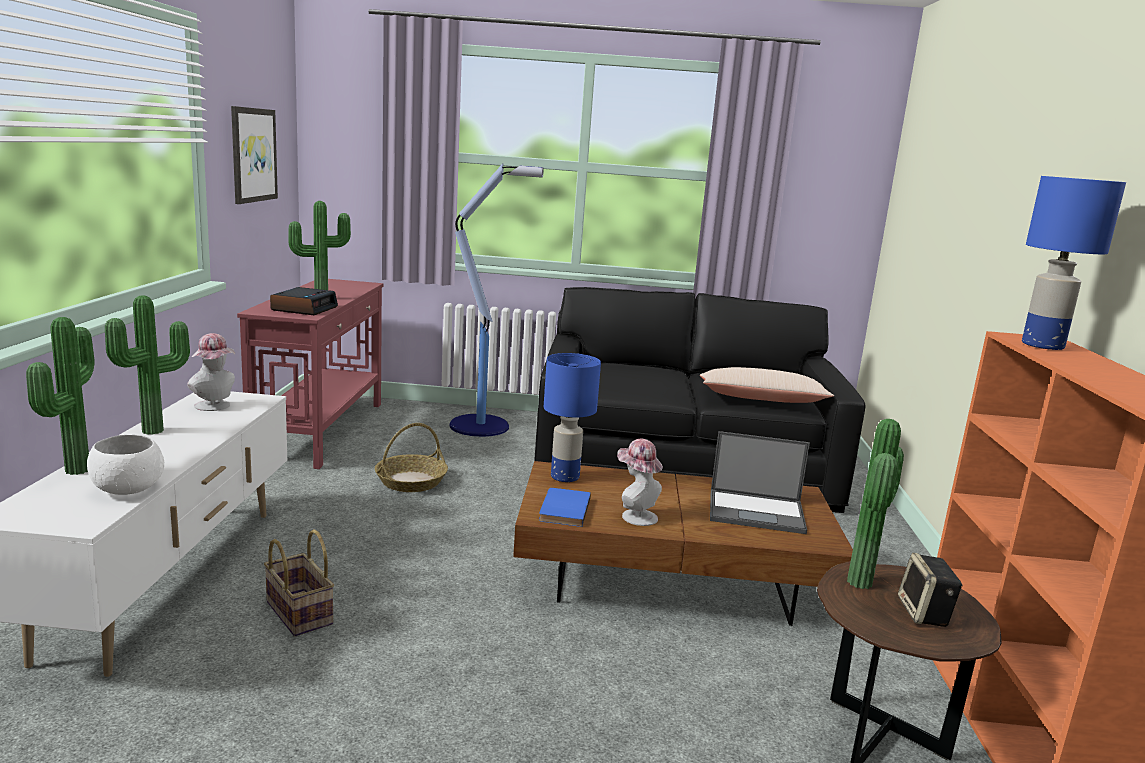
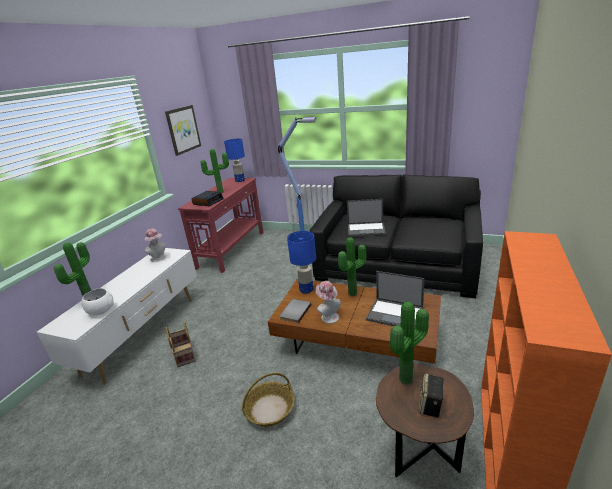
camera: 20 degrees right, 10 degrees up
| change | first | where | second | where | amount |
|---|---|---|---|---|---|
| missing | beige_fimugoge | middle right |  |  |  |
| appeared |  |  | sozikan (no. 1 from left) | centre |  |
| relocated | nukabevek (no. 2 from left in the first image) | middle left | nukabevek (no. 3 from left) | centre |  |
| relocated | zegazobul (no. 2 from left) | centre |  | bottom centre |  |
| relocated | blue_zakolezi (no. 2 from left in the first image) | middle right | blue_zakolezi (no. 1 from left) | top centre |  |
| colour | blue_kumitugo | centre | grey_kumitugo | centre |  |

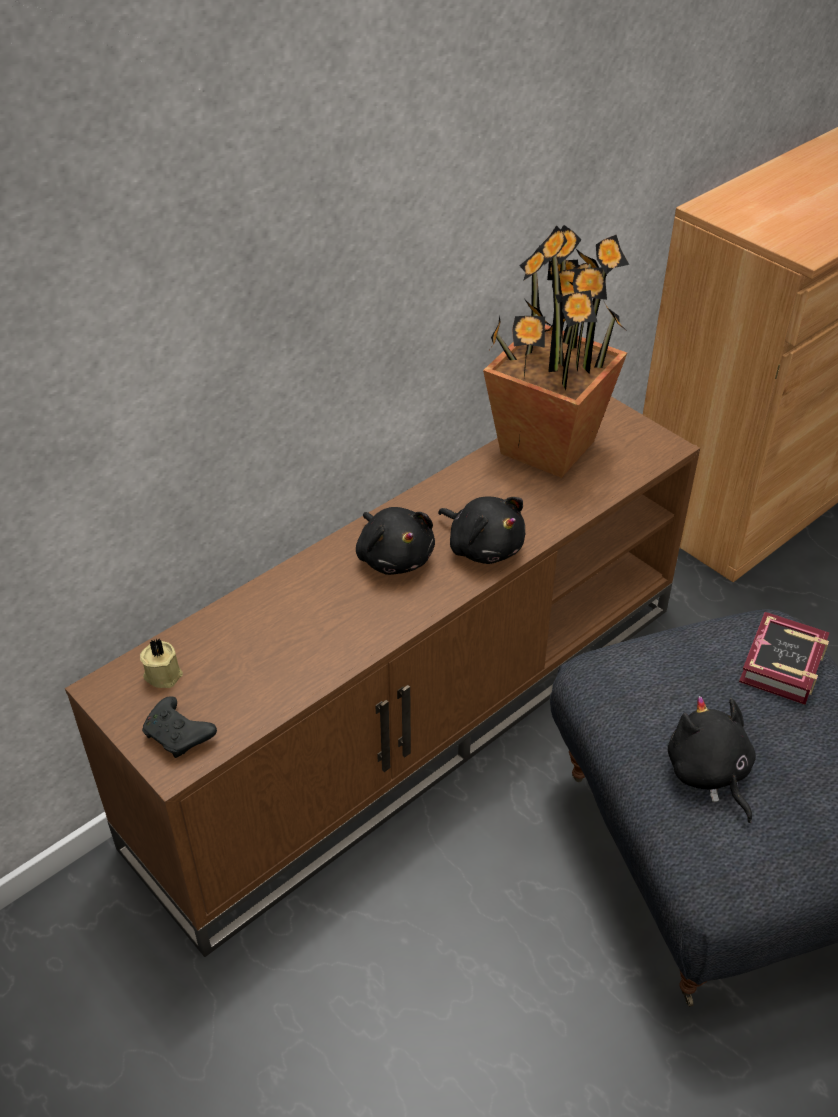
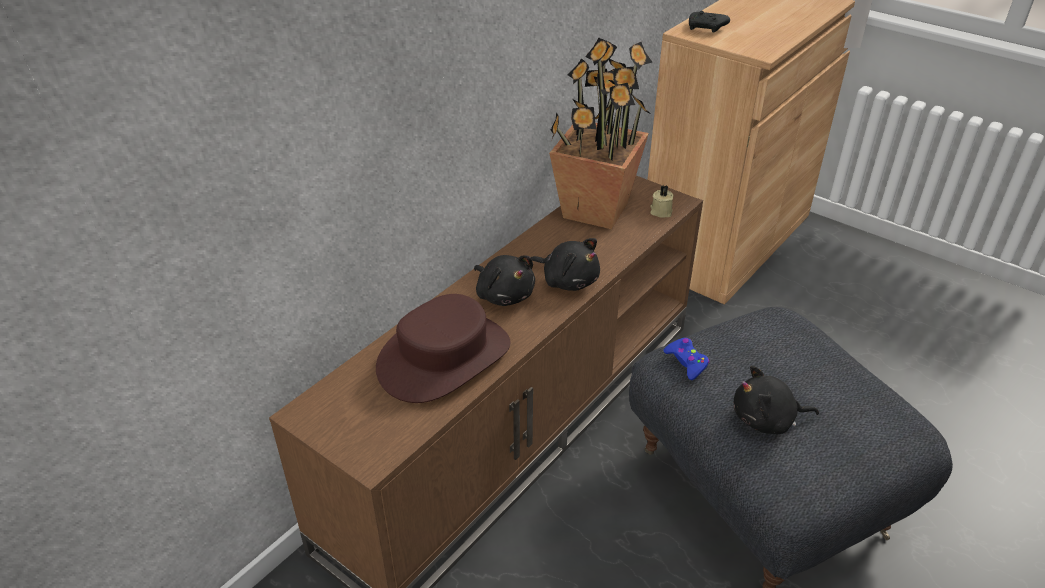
camera: 10 degrees left, 5 degrees down
| change | first | where | second | where | amount |
|---|---|---|---|---|---|
| missing | kumitugo | middle right |  |  |  |
| appeared |  |  | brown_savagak | centre |  |
| appeared |  |  | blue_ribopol | centre |  |
| relocated | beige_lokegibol | middle left |  | centre |  |
| relocated | black_ribopol | middle left |  | top right |  |
| spun | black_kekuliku (no. 3 from left) | bottom right |  | bottom right | 60 degrees counterclockwise |

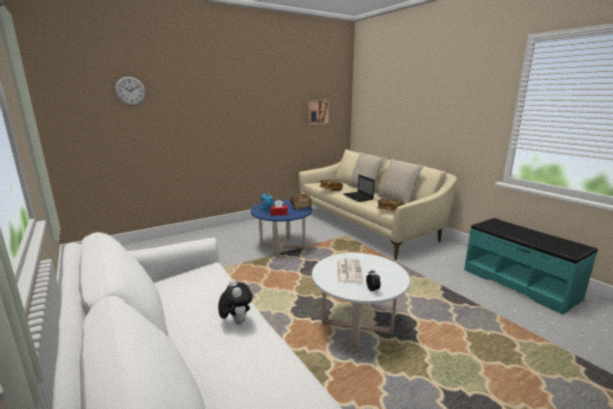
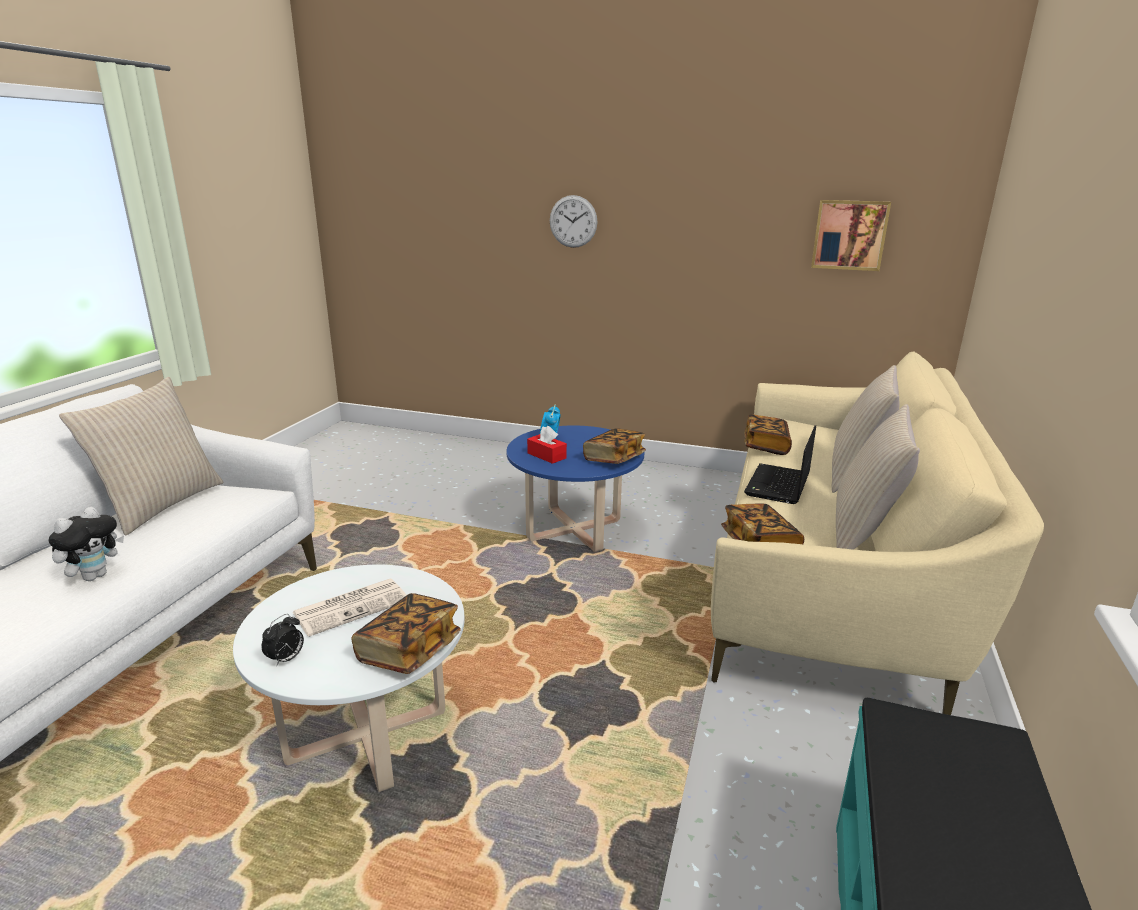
camera: 50 degrees right, 5 degrees up
| change | first | where | second | where | amount |
|---|---|---|---|---|---|
| appeared |  |  | beige_fimugoge (no. 1 from left) | middle left |  |
| appeared |  |  | kumitugo (no. 1 from left) | bottom centre |  |
| relocated | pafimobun | top left |  | top centre |  |

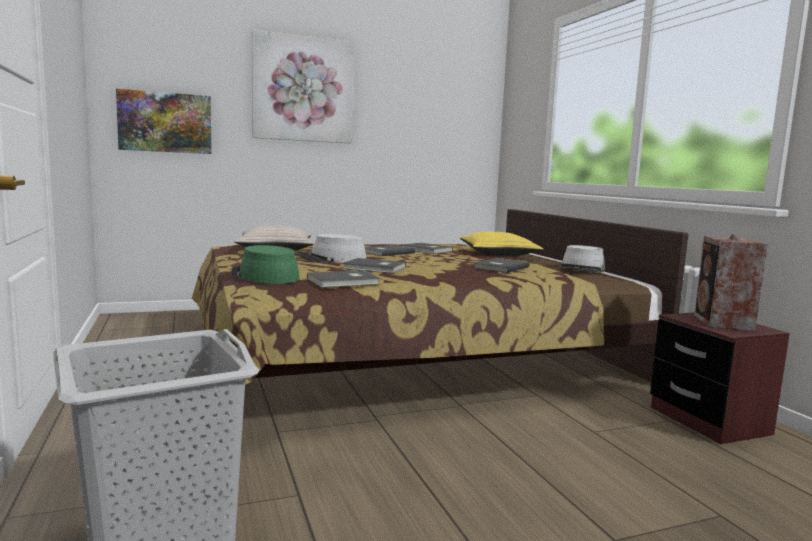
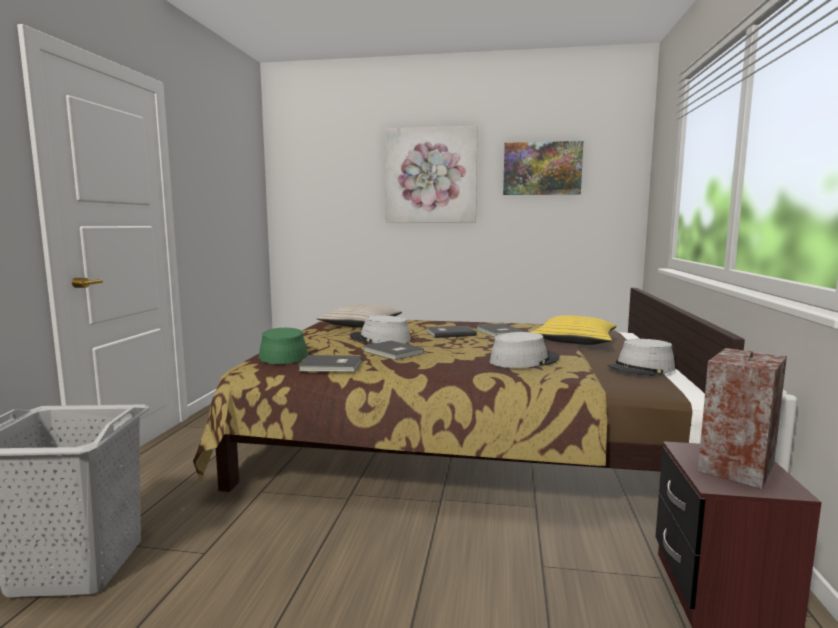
camera: 30 degrees right, 0 degrees up
| change | first | where | second | where | amount |
|---|---|---|---|---|---|
| relocated | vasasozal (no. 1 from left in the first image) | top left | vasasozal (no. 2 from left) | top centre |  |
| exchanged | grey_kumitugo (no. 5 from left) | centre | grey_savagak (no. 2 from left) | centre |  |

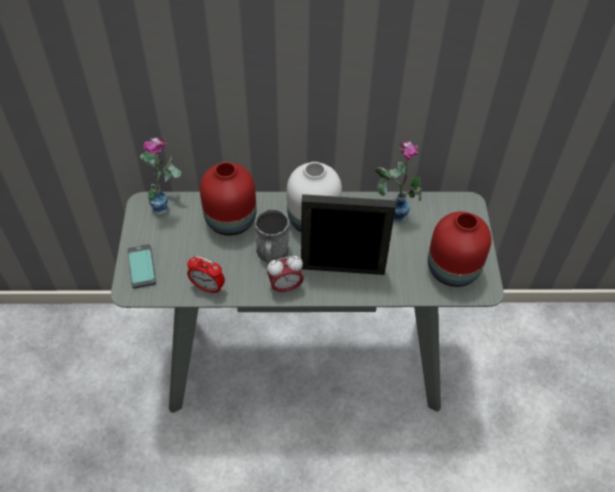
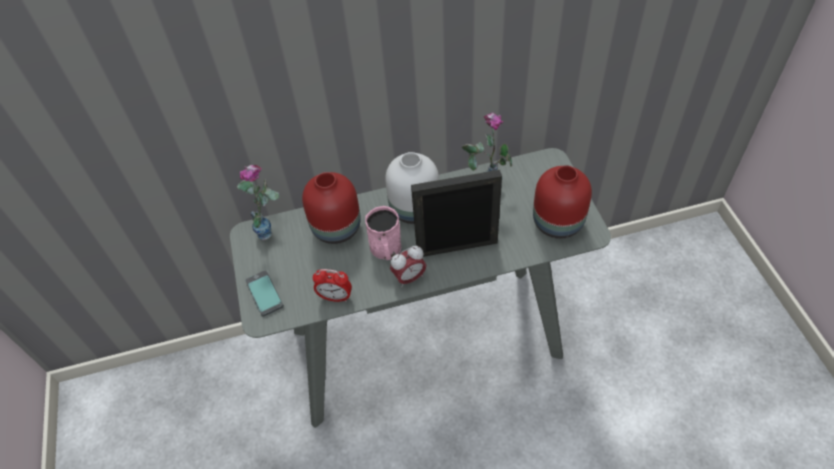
camera: 10 degrees left, 0 degrees up
| change | first | where | second | where | amount |
|---|---|---|---|---|---|
| colour | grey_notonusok | centre | pink_notonusok | centre |  |

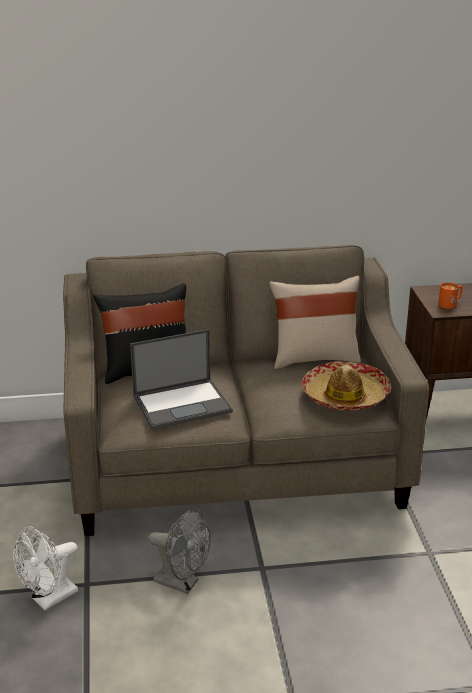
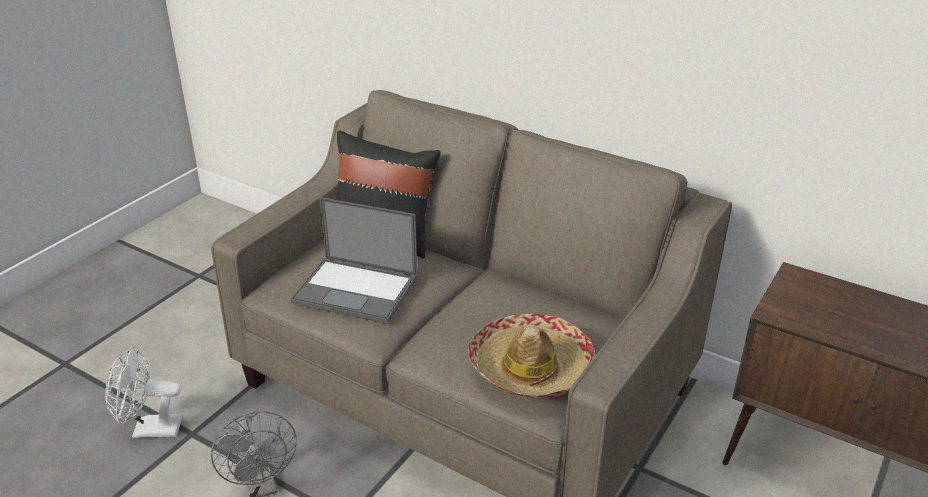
camera: 40 degrees right, 5 degrees up
| change | first | where | second | where | amount |
|---|---|---|---|---|---|
| missing | beige_fimugoge | middle right |  |  |  |
| missing | orange_notonusok | middle right |  |  |  |

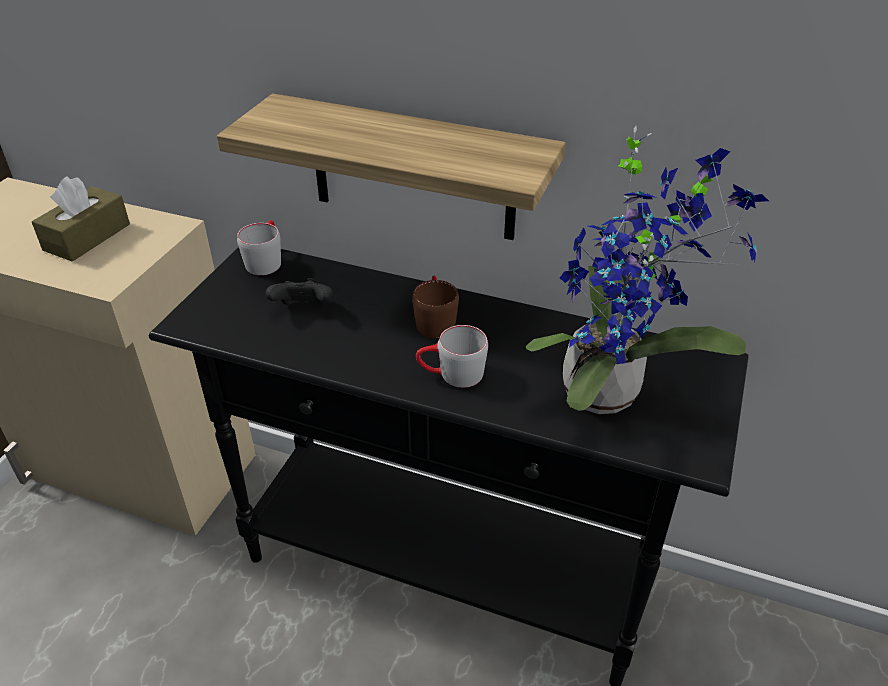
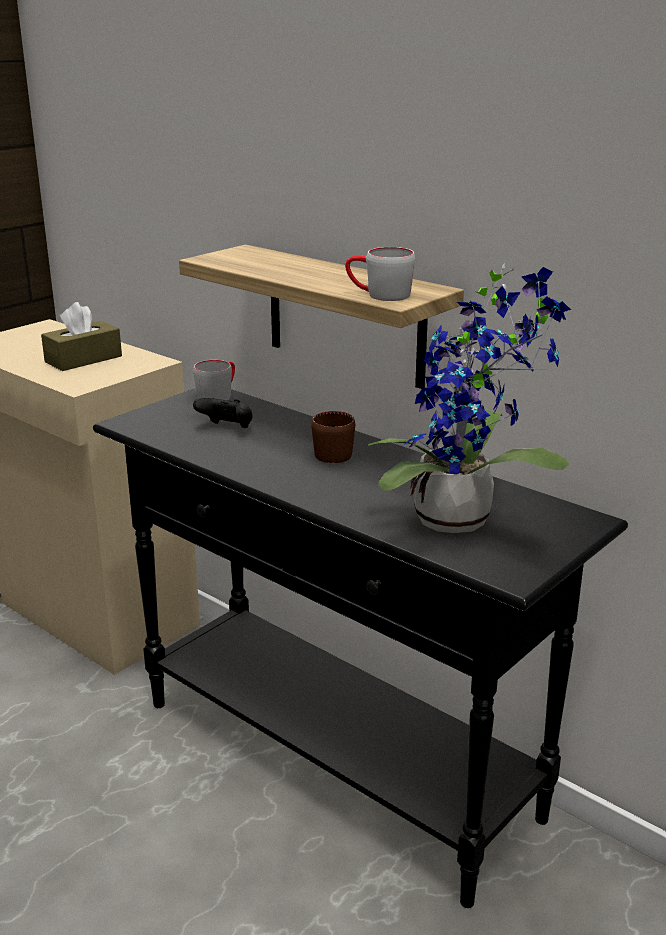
camera: 20 degrees right, 15 degrees down
| change | first | where | second | where | amount |
|---|---|---|---|---|---|
| relocated | grey_notonusok (no. 2 from left) | centre |  | top centre |  |

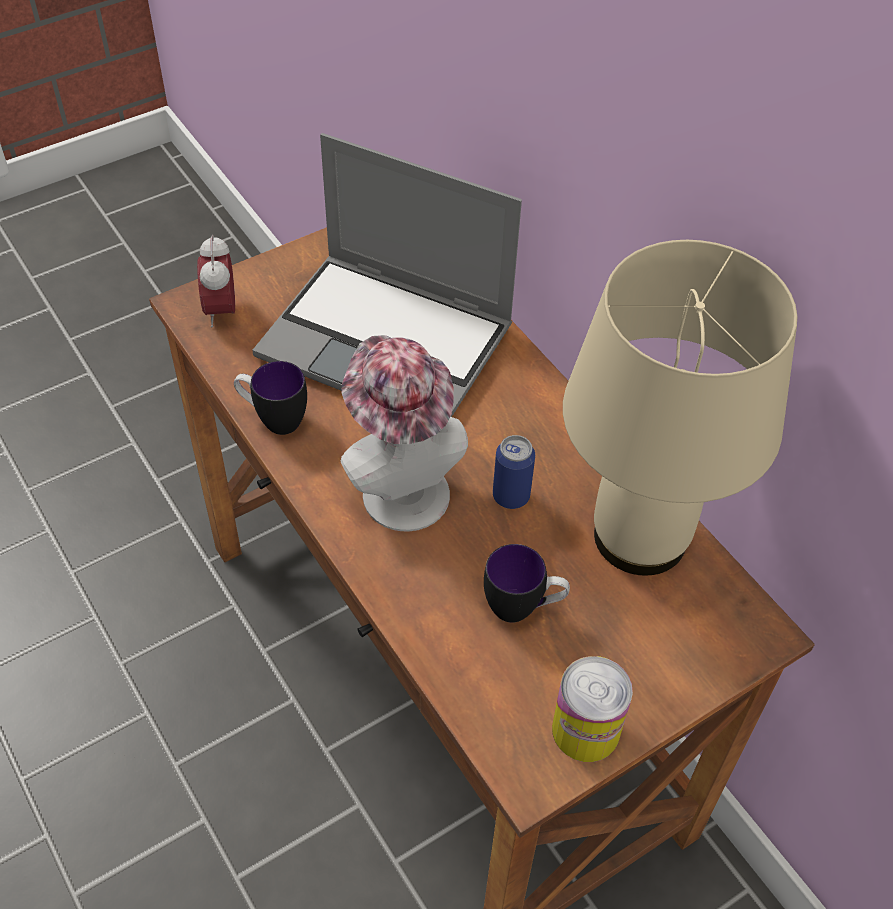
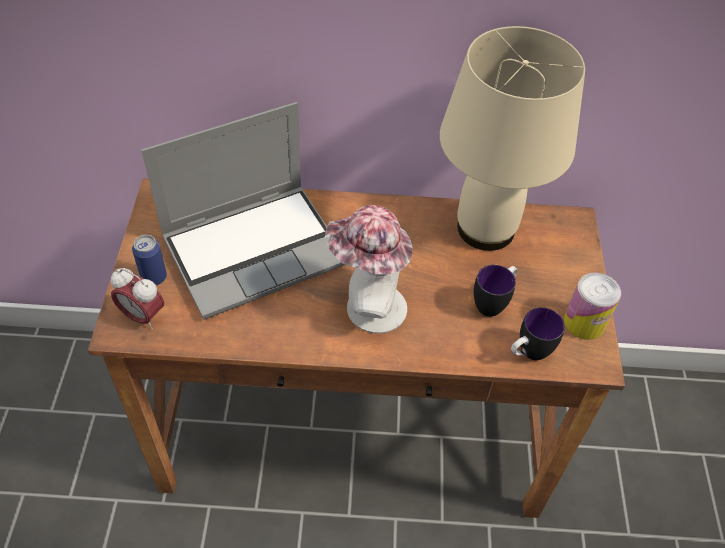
camera: 55 degrees left, 0 degrees up
| change | first | where | second | where | amount |
|---|---|---|---|---|---|
| relocated | notonusok (no. 1 from left in the first image) | middle left | notonusok (no. 2 from left) | middle right |  |
| relocated | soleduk (no. 1 from left) | centre |  | middle left |  |

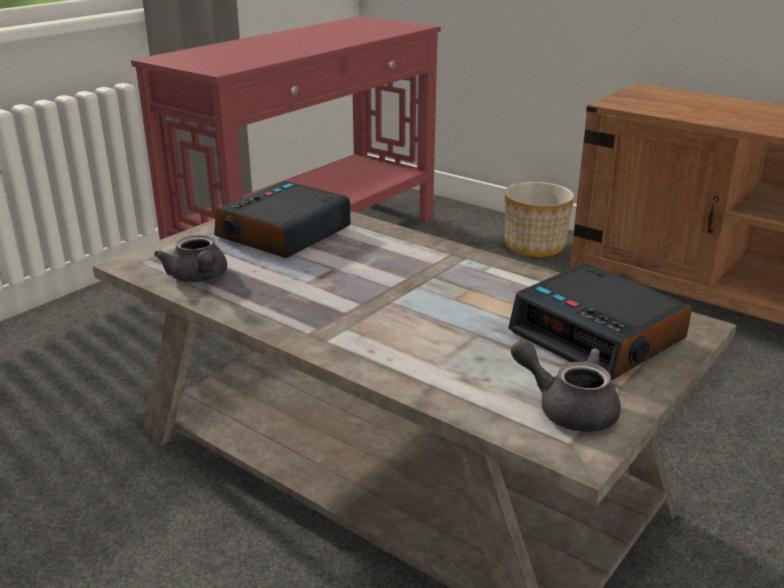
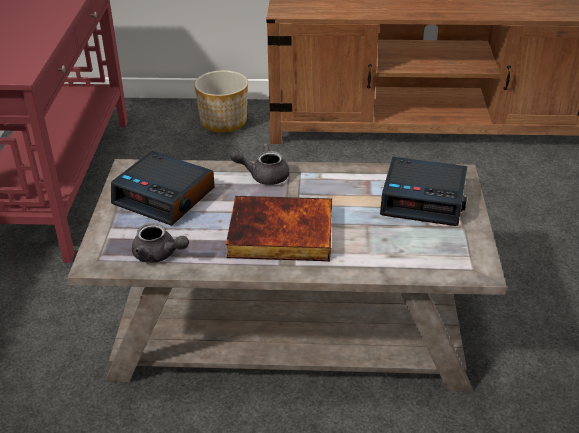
camera: 35 degrees left, 10 degrees up
| change | first | where | second | where | amount |
|---|---|---|---|---|---|
| appeared |  |  | kumitugo | centre |  |
| relocated | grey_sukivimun (no. 2 from left) | middle right |  | centre |  |
| spun | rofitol (no. 1 from left) | centre |  | middle left | 60 degrees counterclockwise |

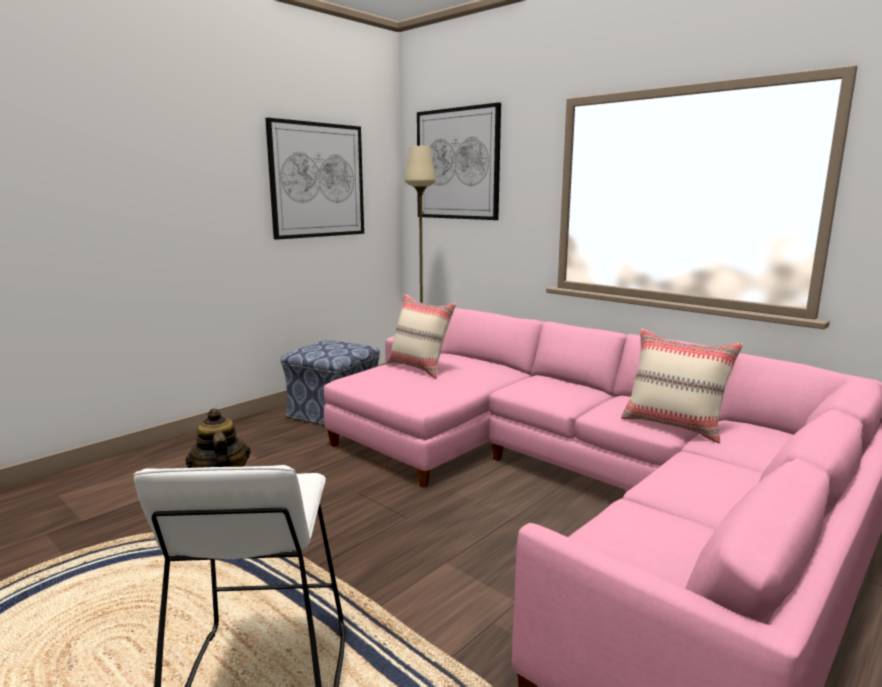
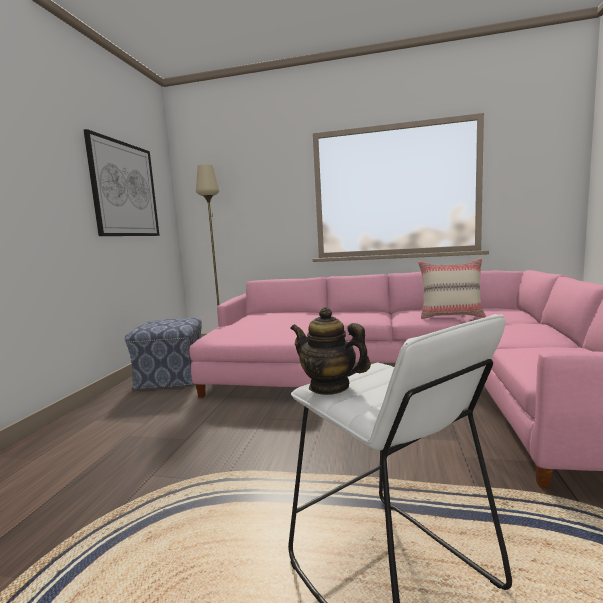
camera: 30 degrees left, 5 degrees down
| change | first | where | second | where | amount |
|---|---|---|---|---|---|
| missing | beige_fimugoge (no. 1 from left) | centre |  |  |  |
| missing | vasasozal (no. 2 from left) | top centre |  |  |  |

